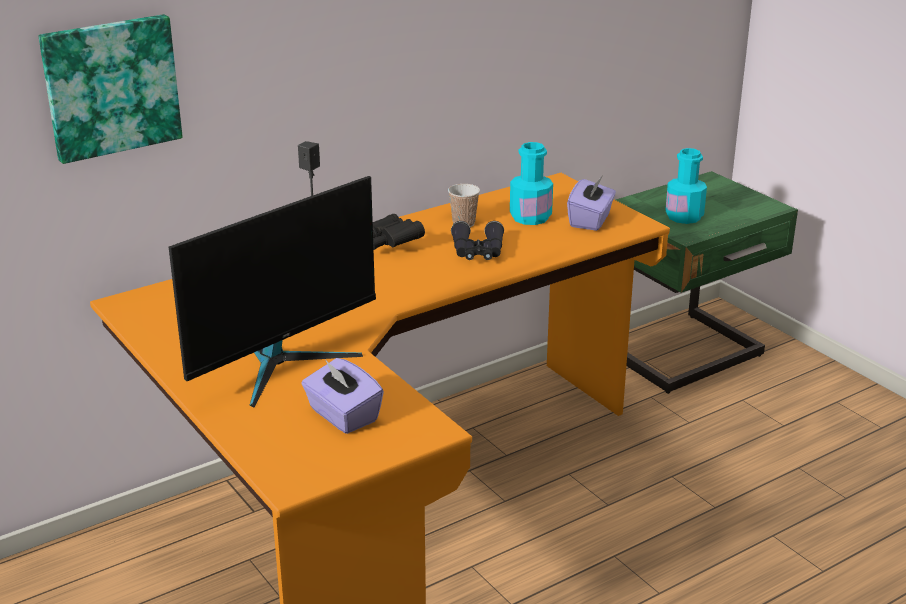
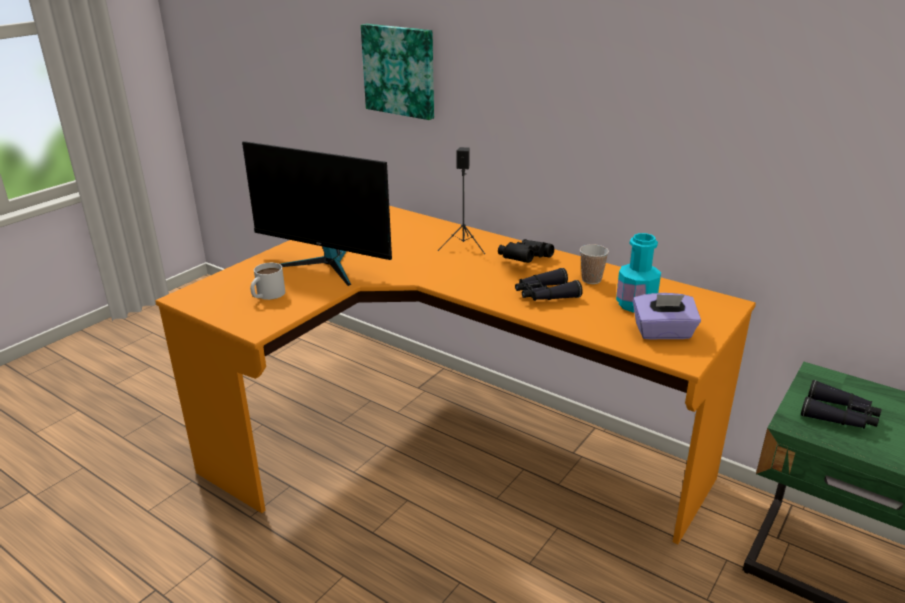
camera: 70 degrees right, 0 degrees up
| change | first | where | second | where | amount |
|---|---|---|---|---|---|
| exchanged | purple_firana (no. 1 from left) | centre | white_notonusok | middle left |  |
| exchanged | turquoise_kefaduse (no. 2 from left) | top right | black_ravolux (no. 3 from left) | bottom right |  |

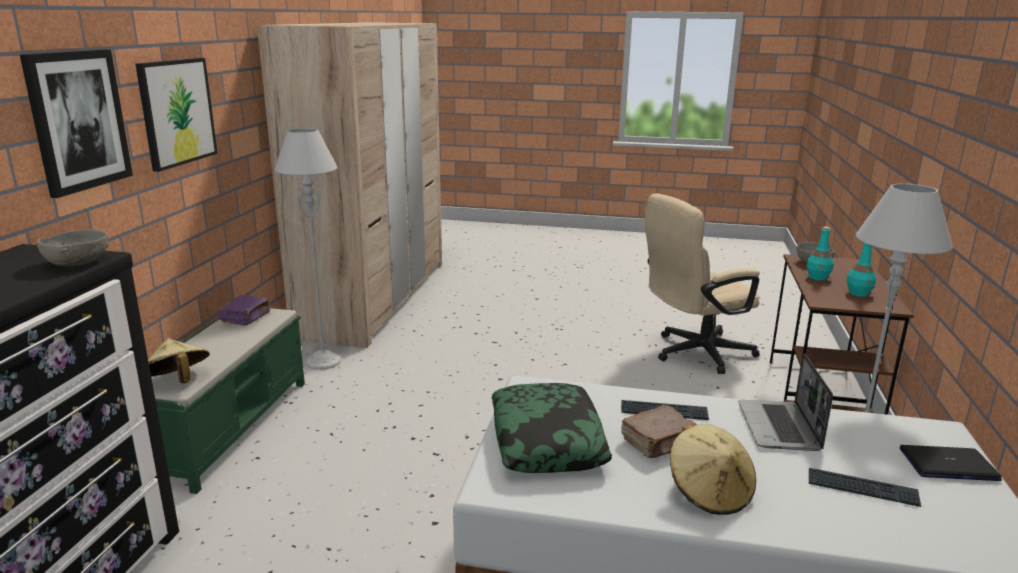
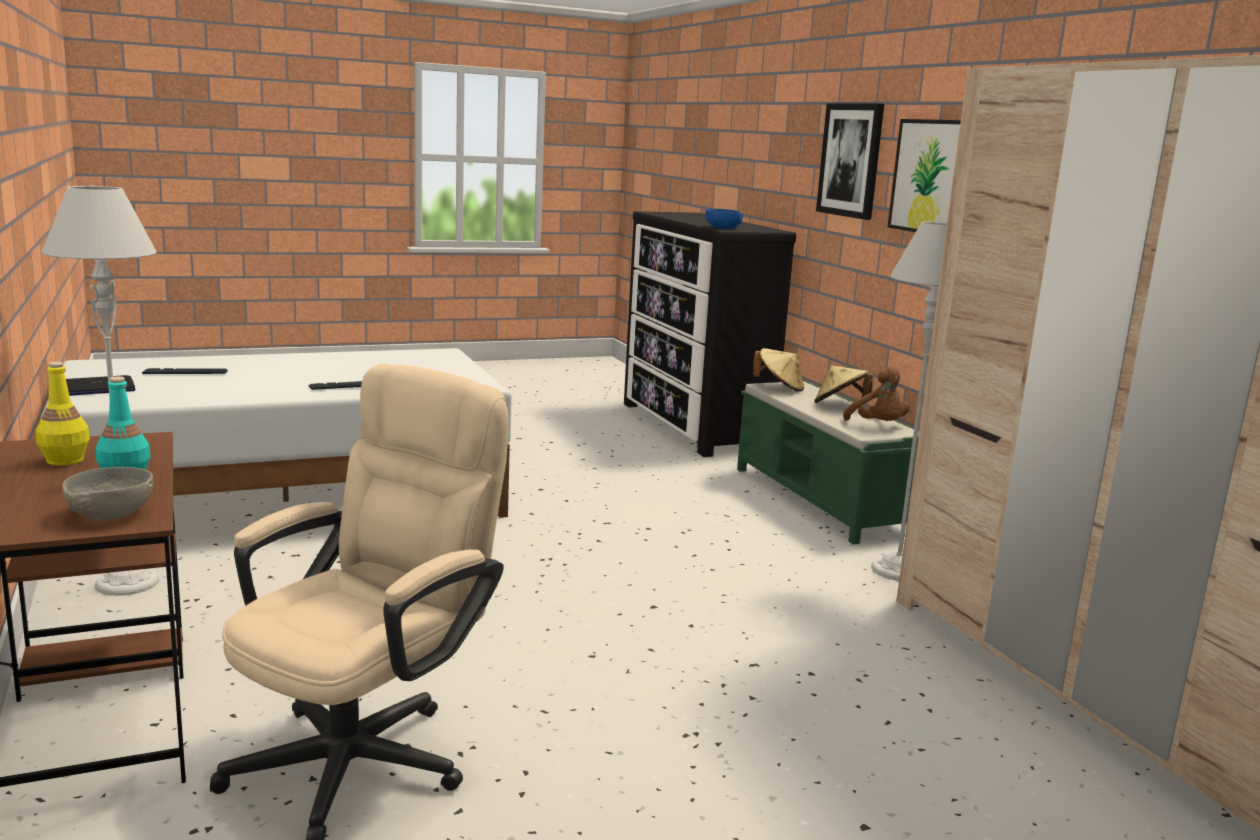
camera: 145 degrees right, 5 degrees down
| change | first | where | second | where | amount |
|---|---|---|---|---|---|
| missing | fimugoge | bottom centre |  |  |  |
| missing | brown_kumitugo | bottom centre |  |  |  |
| missing | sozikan (no. 1 from left) | bottom right |  |  |  |
| relocated | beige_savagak (no. 2 from left) | bottom right |  | middle right |  |
| exchanged | purple_kumitugo | middle left | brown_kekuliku | middle right |  |
| colour | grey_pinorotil (no. 1 from left) | middle left | blue_pinorotil | top centre |  |
| colour | turquoise_kefaduse (no. 2 from left) | middle right | yellow_kefaduse | middle left |  |

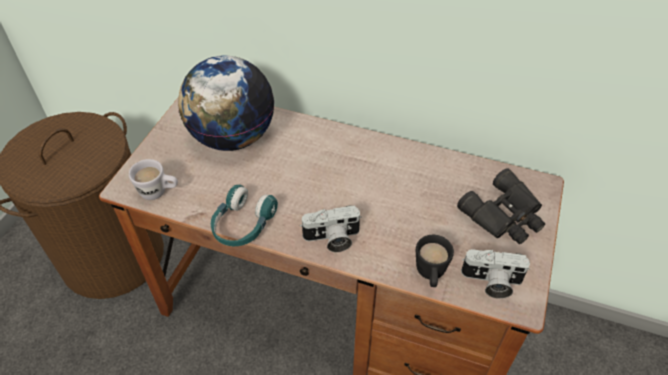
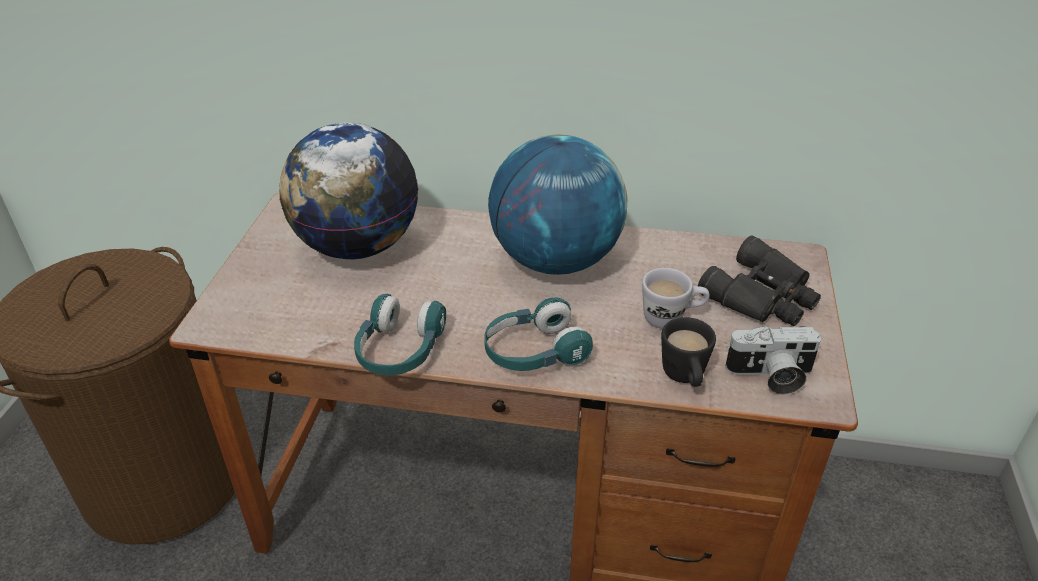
camera: 10 degrees left, 10 degrees down
| change | first | where | second | where | amount |
|---|---|---|---|---|---|
| appeared |  |  | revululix (no. 2 from left) | centre |  |
| relocated | white_notonusok | middle left |  | centre |  |
| exchanged | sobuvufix (no. 1 from left) | centre | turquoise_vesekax (no. 2 from left) | centre |  |

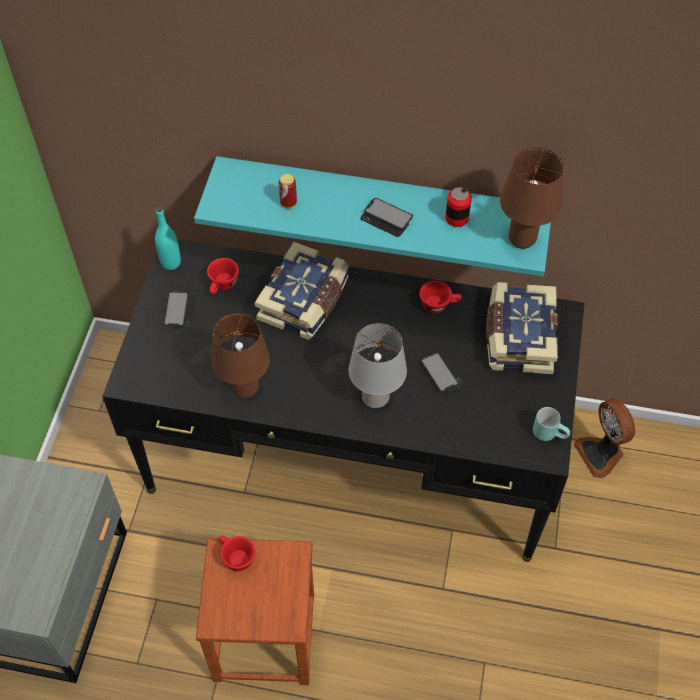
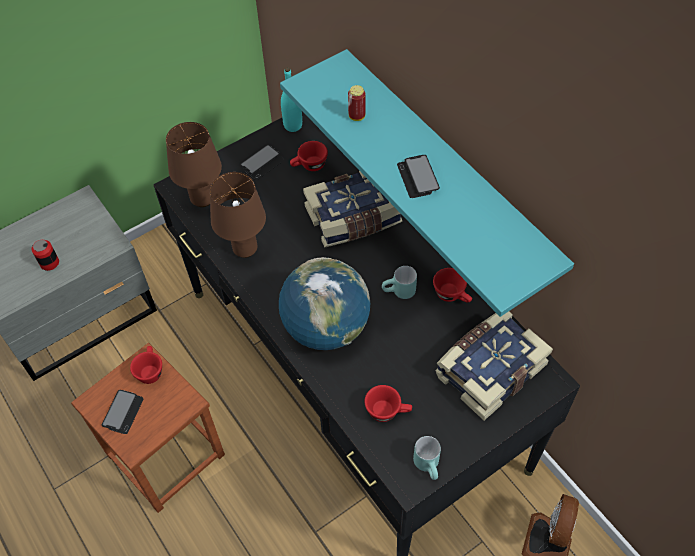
camera: 45 degrees right, 0 degrees up
| change | first | where | second | where | amount |
|---|---|---|---|---|---|
| appeared |  |  | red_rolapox (no. 3 from left) | bottom centre |  |
| appeared |  |  | turquoise_notonusok (no. 1 from left) | centre |  |
| relocated | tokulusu (no. 3 from left in the first image) | centre | tokulusu (no. 1 from left) | bottom left |  |
| relocated | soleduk (no. 2 from left in the first image) | top centre | soleduk (no. 1 from left) | middle left |  |
| relocated | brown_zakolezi (no. 2 from left in the first image) | top right | brown_zakolezi (no. 1 from left) | top left |  |
| exchanged | grey_zakolezi | centre | revululix | centre |  |

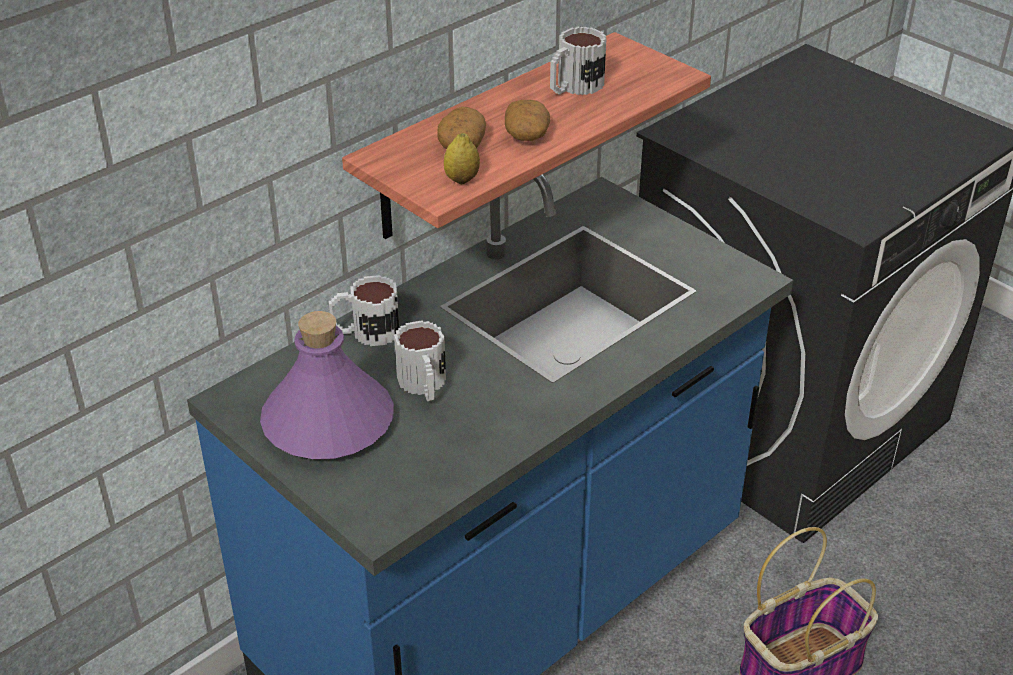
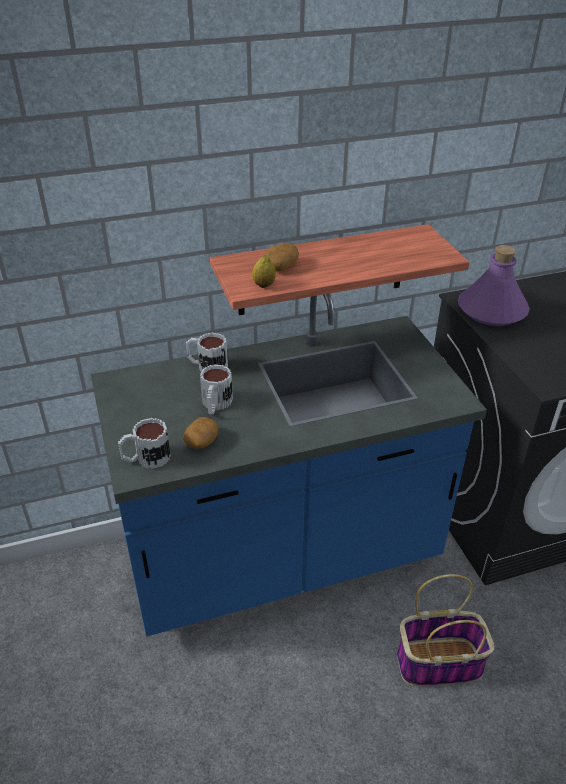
camera: 25 degrees right, 0 degrees up
| change | first | where | second | where | amount |
|---|---|---|---|---|---|
| relocated | purple_kefaduse | middle left |  | middle right |  |
| relocated | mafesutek (no. 2 from left in the first image) | top centre | mafesutek (no. 1 from left) | centre |  |
| relocated | notonusok (no. 3 from left in the first image) | top centre | notonusok (no. 1 from left) | middle left |  |

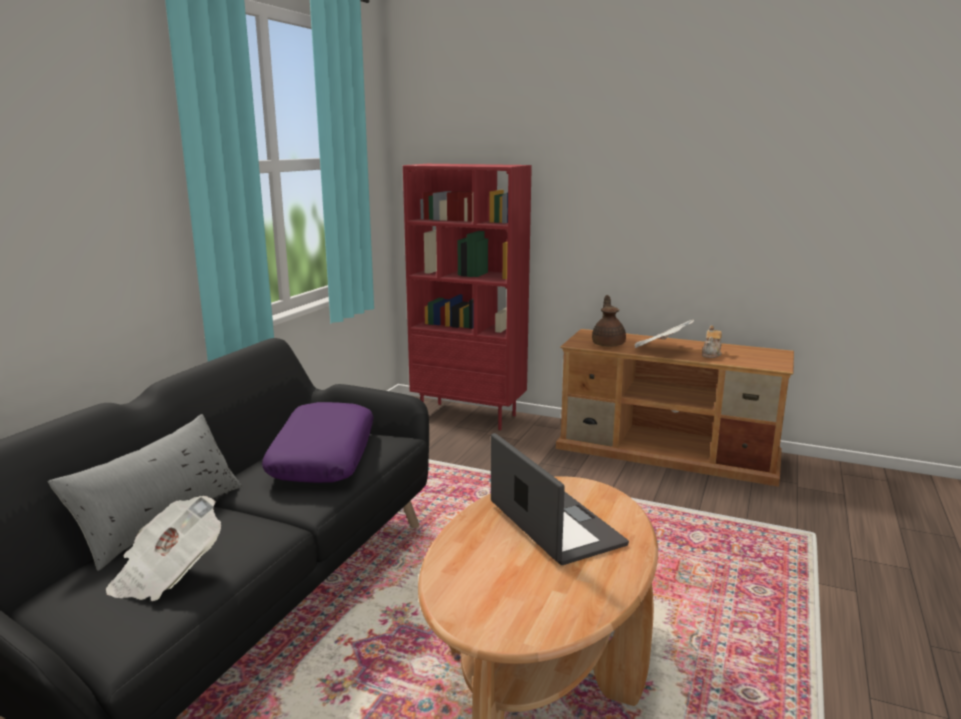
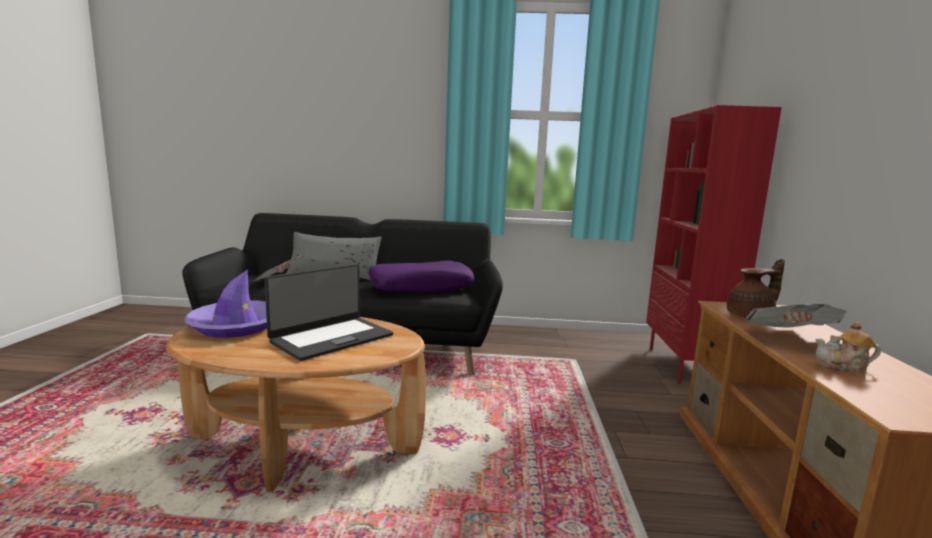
camera: 70 degrees right, 5 degrees down
| change | first | where | second | where | amount |
|---|---|---|---|---|---|
| appeared |  |  | purple_savagak | middle left |  |

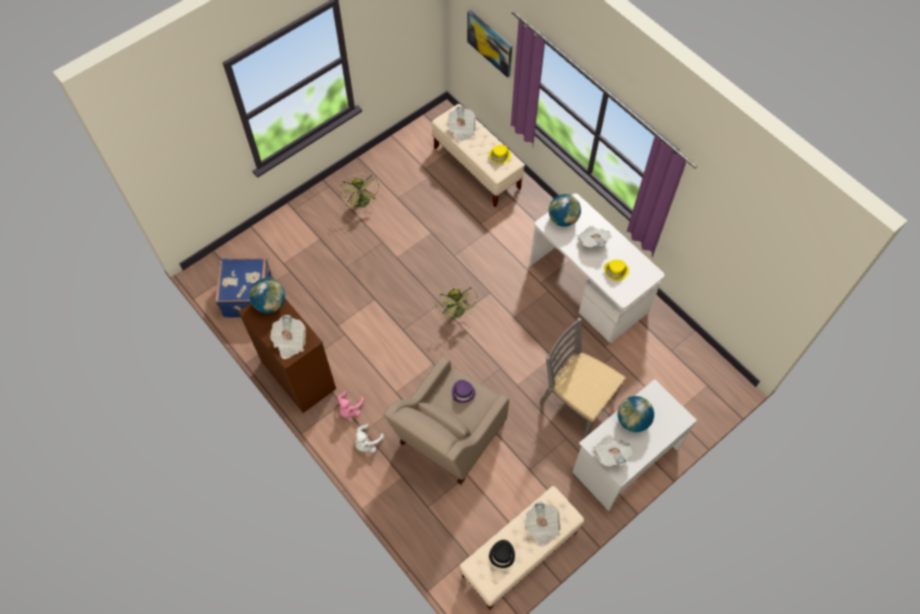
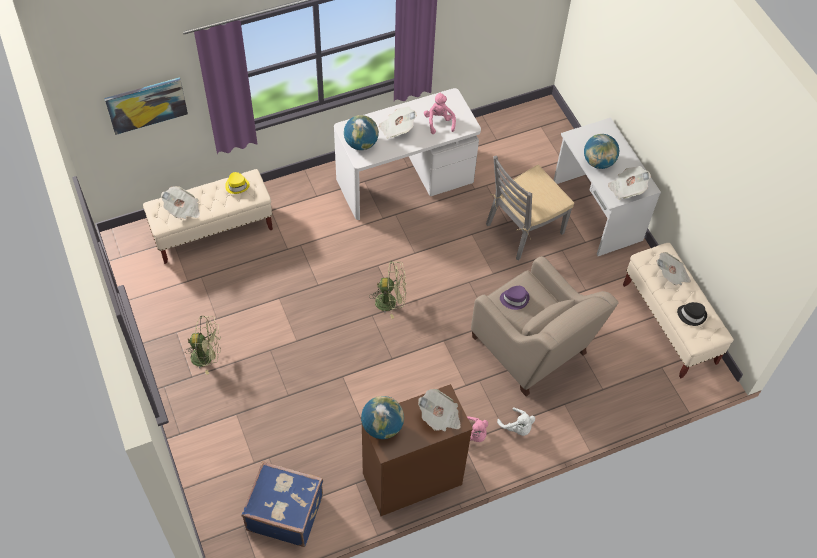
camera: 75 degrees left, 5 degrees down
| change | first | where | second | where | amount |
|---|---|---|---|---|---|
| exchanged | yellow_savagak (no. 2 from left) | middle right | pink_kekuliku (no. 1 from left) | top centre |  |

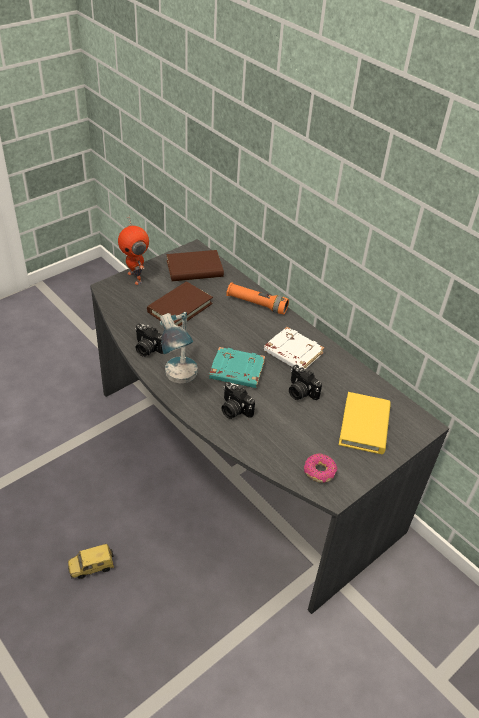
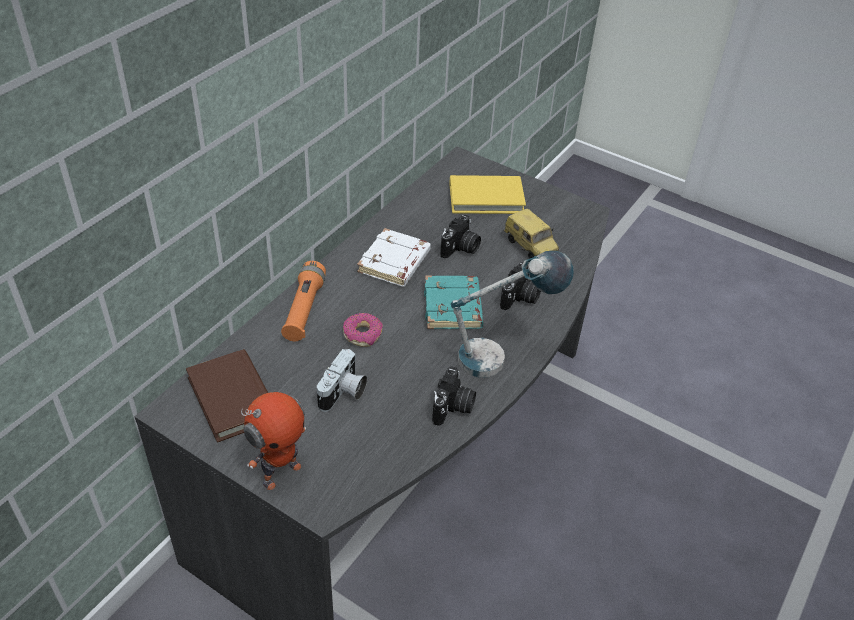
camera: 105 degrees left, 0 degrees up
| change | first | where | second | where | amount |
|---|---|---|---|---|---|
| relocated | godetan | bottom left |  | centre |  |
| relocated | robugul | middle right |  | centre |  |
| exchanged | brown_kumitugo (no. 1 from left) | centre | sobuvufix (no. 1 from left) | centre |  |

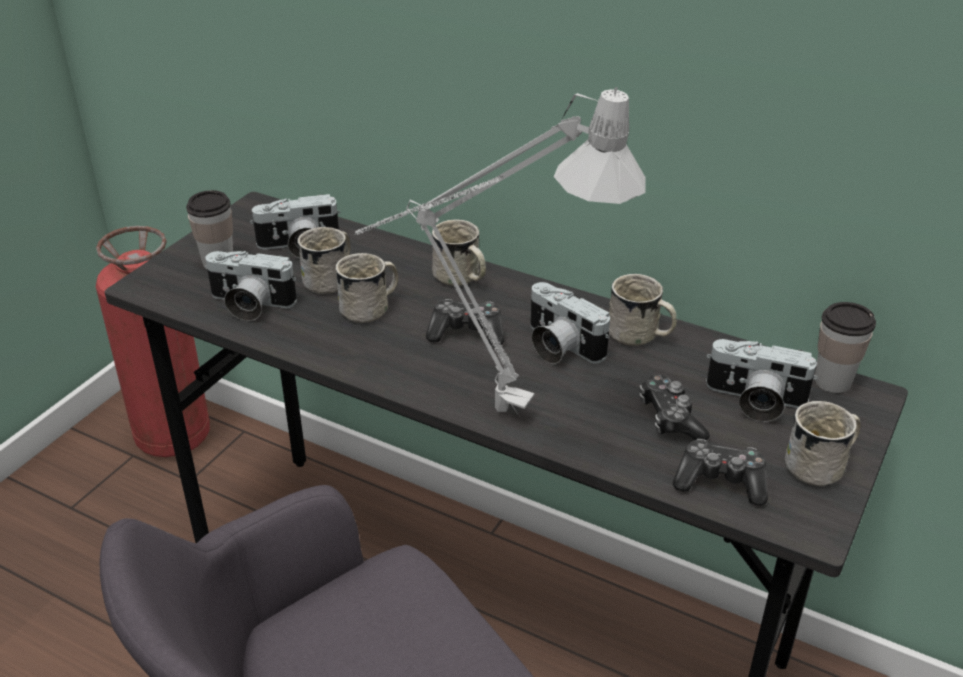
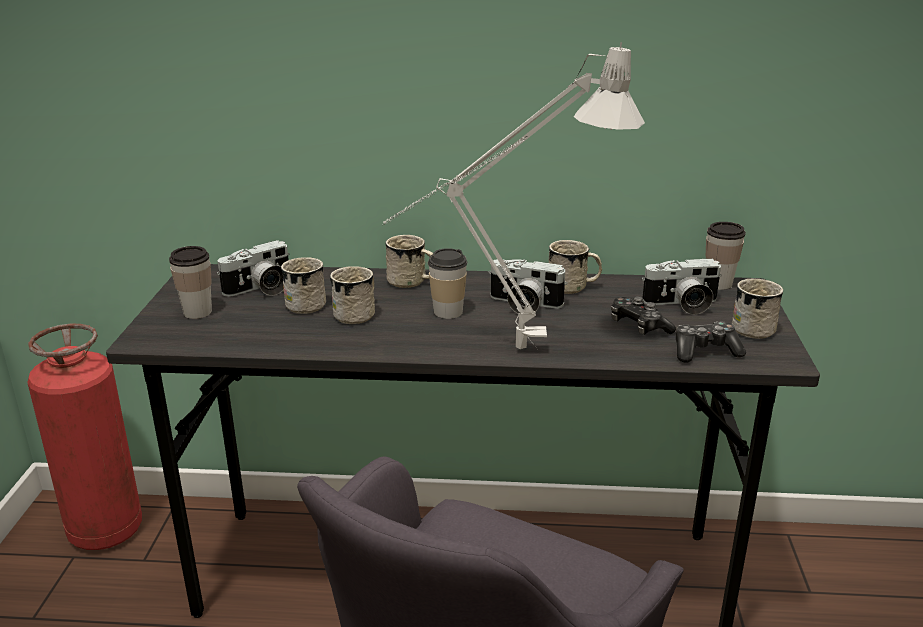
camera: 25 degrees left, 10 degrees down
| change | first | where | second | where | amount |
|---|---|---|---|---|---|
| missing | sobuvufix (no. 1 from left) | middle left |  |  |  |
| exchanged | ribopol (no. 1 from left) | centre | rolapox (no. 2 from left) | centre |  |

